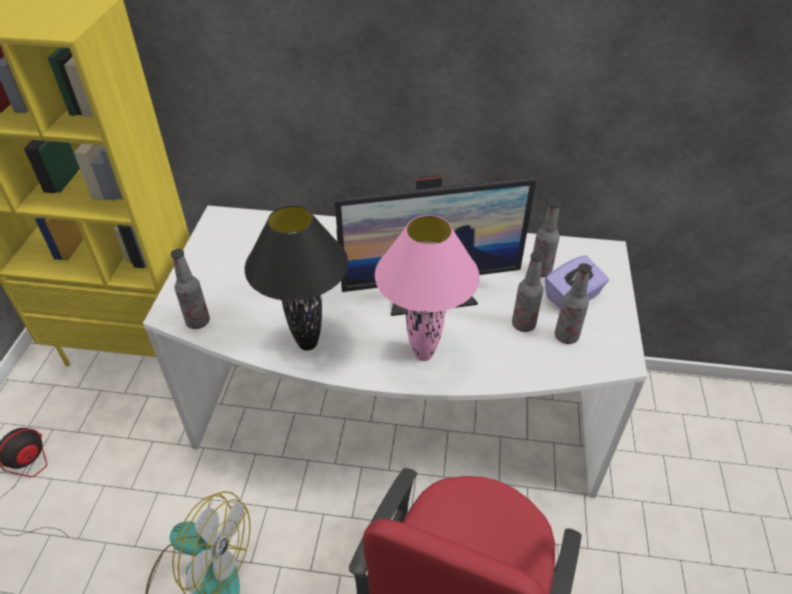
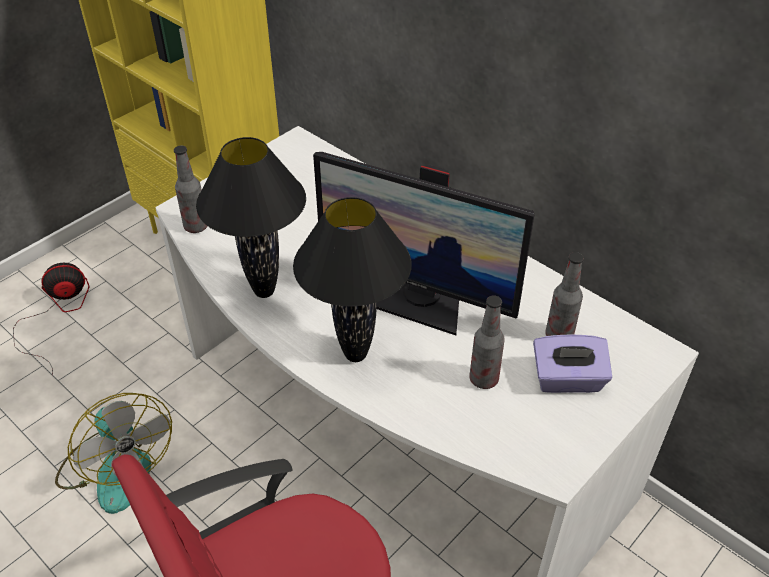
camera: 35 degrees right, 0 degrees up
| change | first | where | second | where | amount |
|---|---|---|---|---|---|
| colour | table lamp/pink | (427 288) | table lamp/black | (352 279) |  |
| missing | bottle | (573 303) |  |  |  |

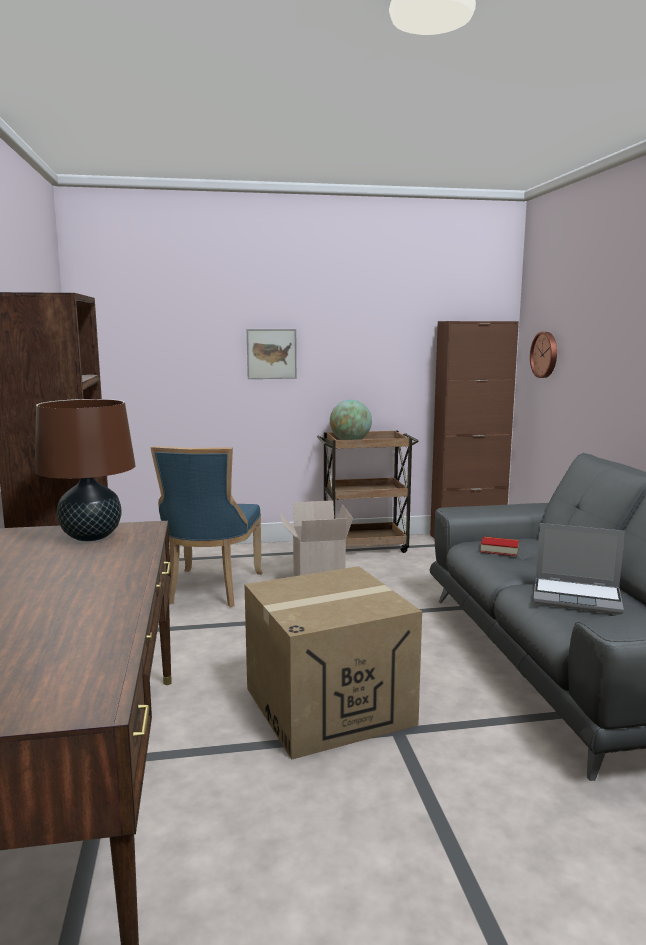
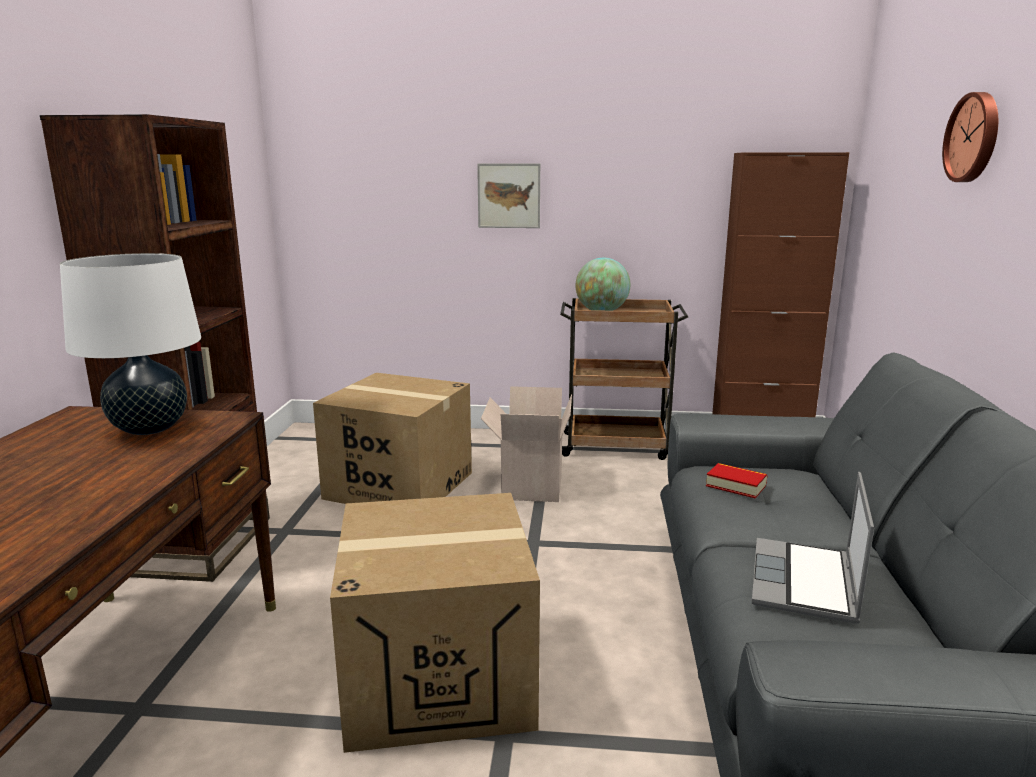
camera: 15 degrees right, 5 degrees up
| change | first | where | second | where | amount |
|---|---|---|---|---|---|
| colour | table lamp/brown | (85 470) | table lamp/white | (130 344) |  |
| exchanged | chair/blue | (207 526) | cardboard box | (392 438) |  |
| relocated | wall clock | (543 355) |  | (970 137) |  |
| spun | laptop | (579 569) |  | (813 548) | 75 degrees clockwise |

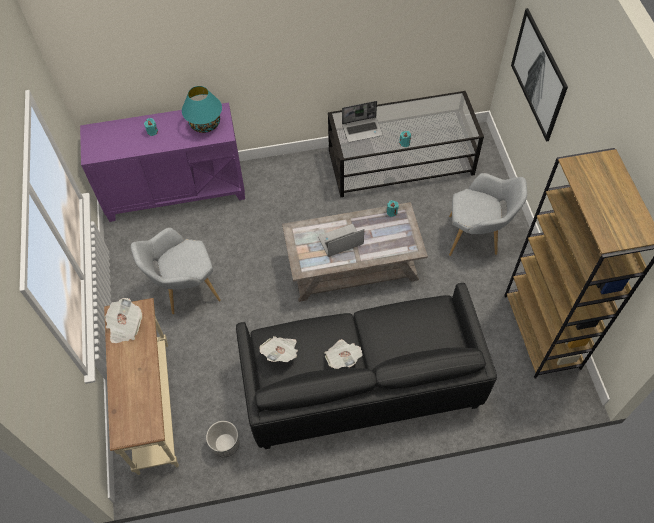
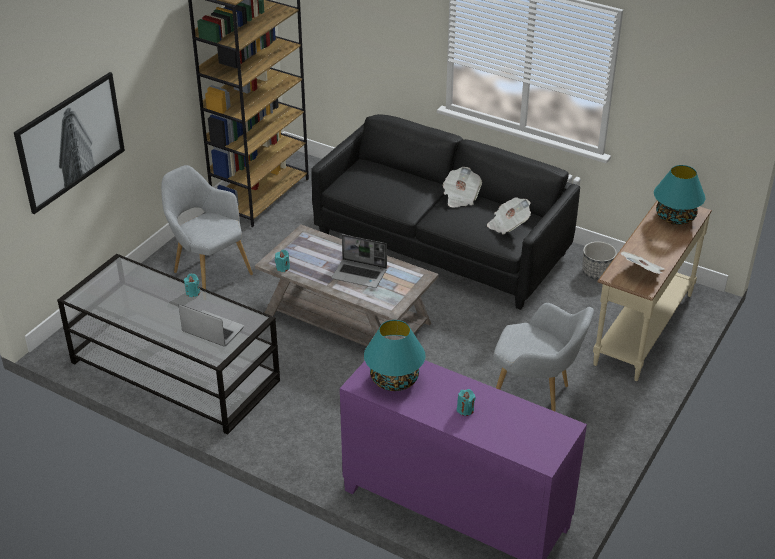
camera: 140 degrees left, 20 degrees down
| change | first | where | second | where | amount |
|---|---|---|---|---|---|
| appeared |  |  | table lamp/turquoise | (679 195) |  |

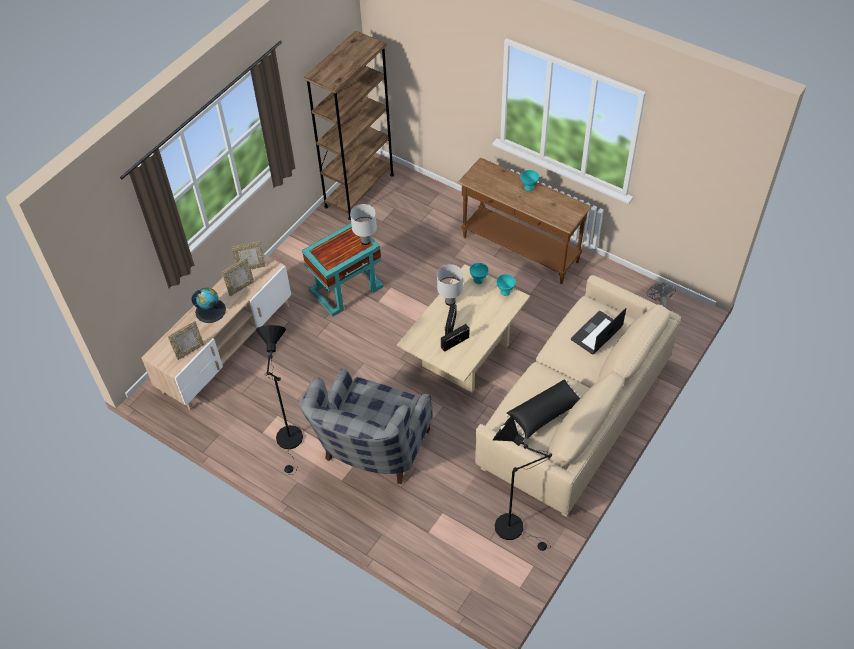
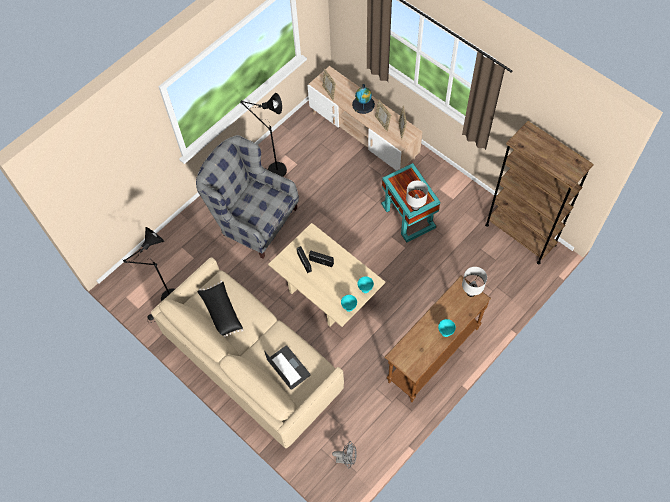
camera: 100 degrees right, 10 degrees up
| change | first | where | second | where | amount |
|---|---|---|---|---|---|
| relocated | table lamp/white | (450 285) |  | (474 282) |  |

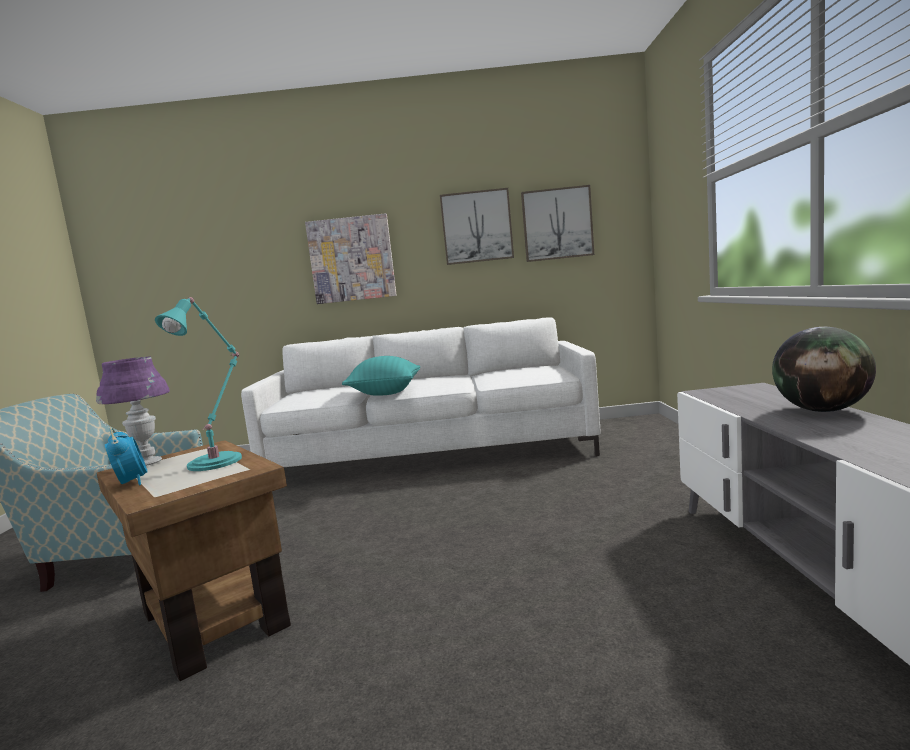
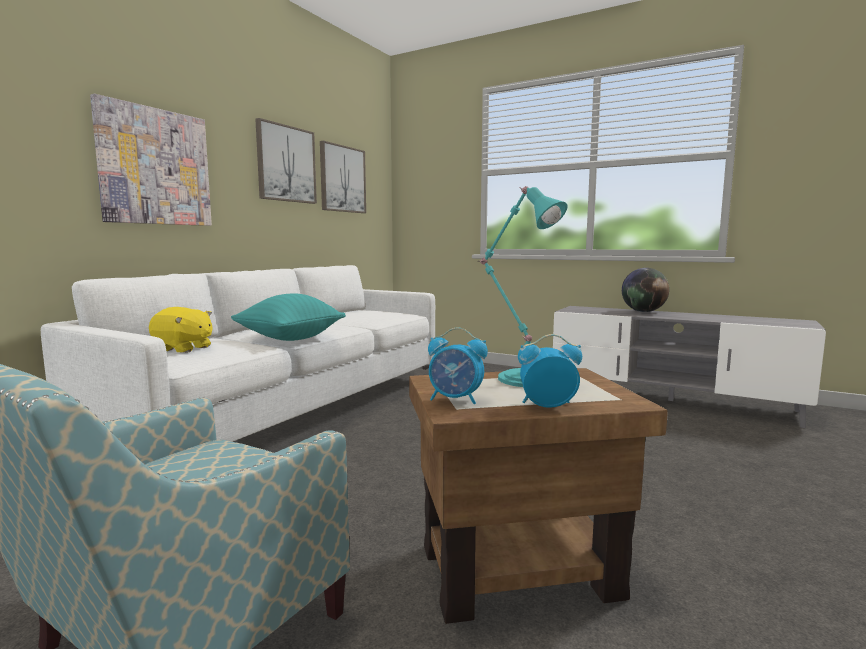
camera: 60 degrees left, 0 degrees up
| change | first | where | second | where | amount |
|---|---|---|---|---|---|
| exchanged | table lamp/purple | (133 411) | alarm clock | (458 366) |  |
| appeared |  |  | plush toy/yellow | (181 330) |  |

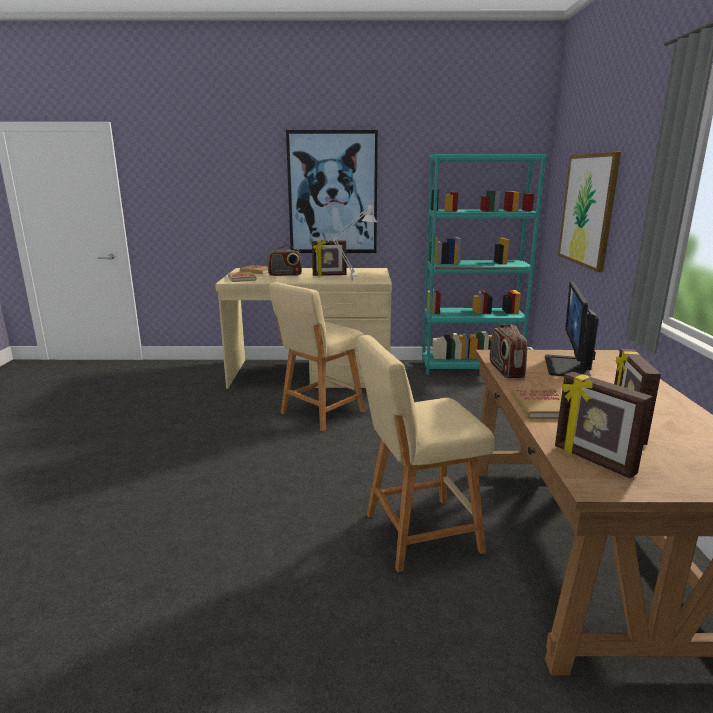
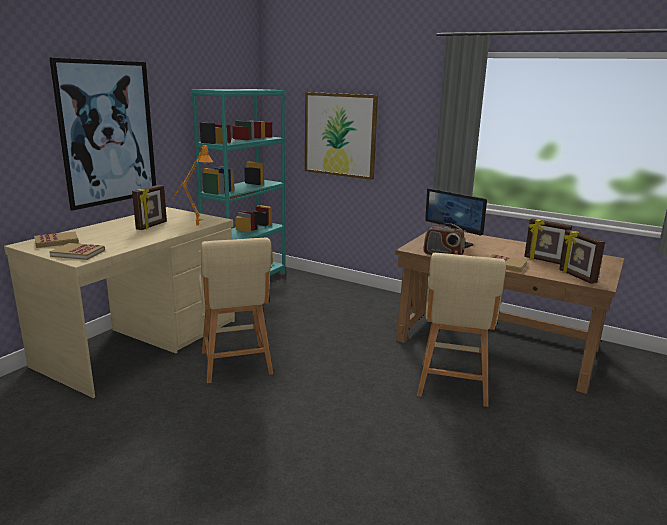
camera: 60 degrees left, 0 degrees up
| change | first | where | second | where | amount |
|---|---|---|---|---|---|
| missing | radio | (285 260) |  |  |  |
| colour | table lamp/grey | (347 243) | table lamp/orange | (193 185) |  |
| spun | picture frame | (604 424) |  | (582 257) | 75 degrees clockwise |

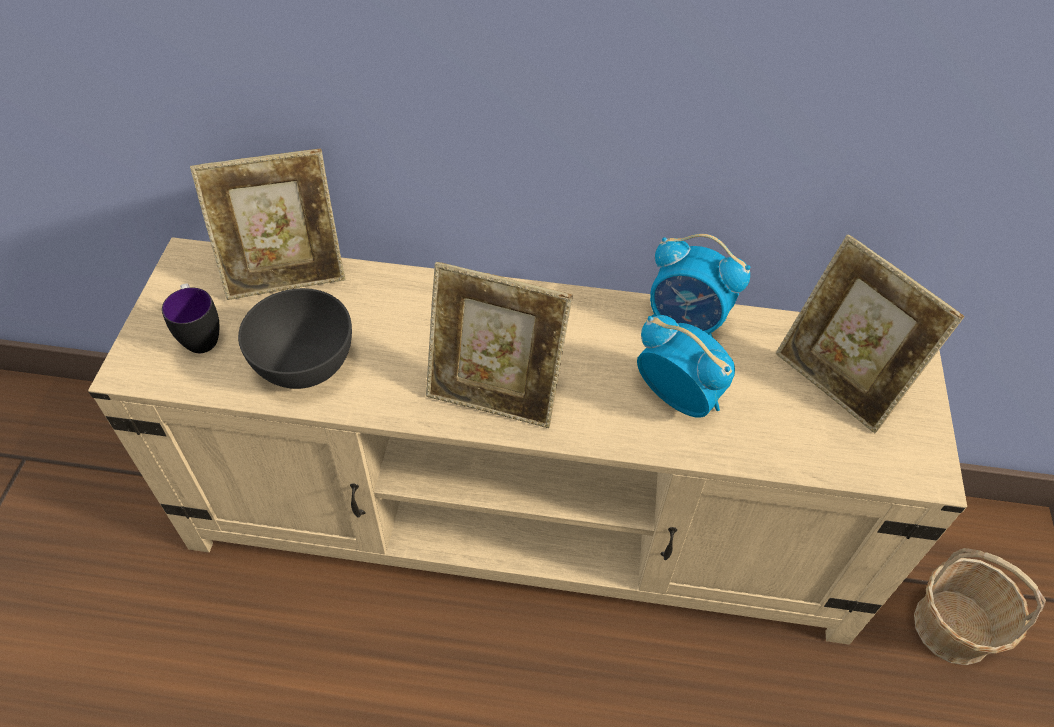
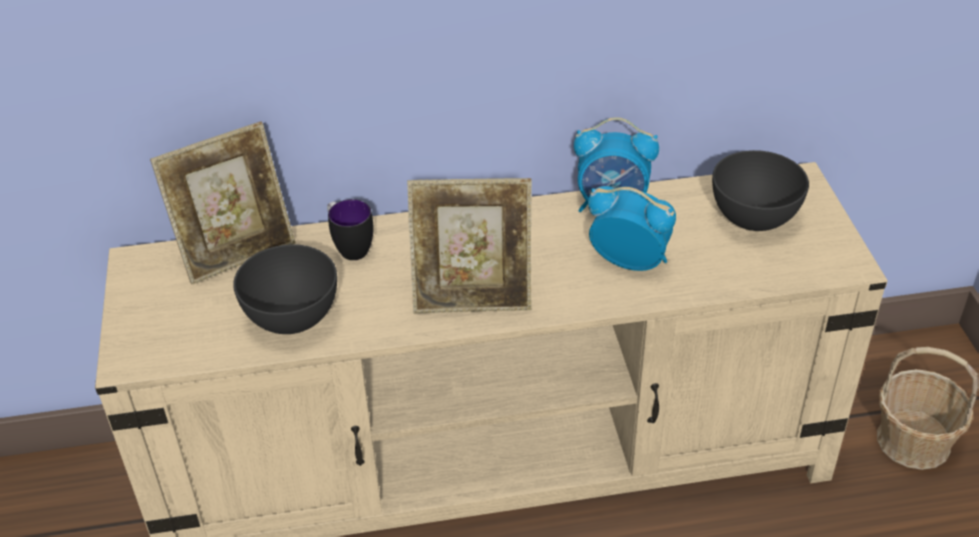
camera: 15 degrees left, 10 degrees down
| change | first | where | second | where | amount |
|---|---|---|---|---|---|
| relocated | mug | (190 318) |  | (350 229) |  |
| exchanged | picture frame | (869 333) | bowl/grey | (760 190) |  |

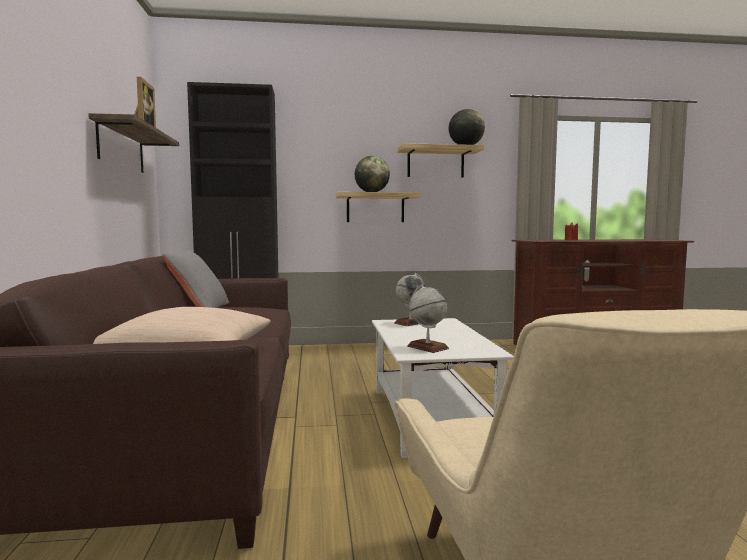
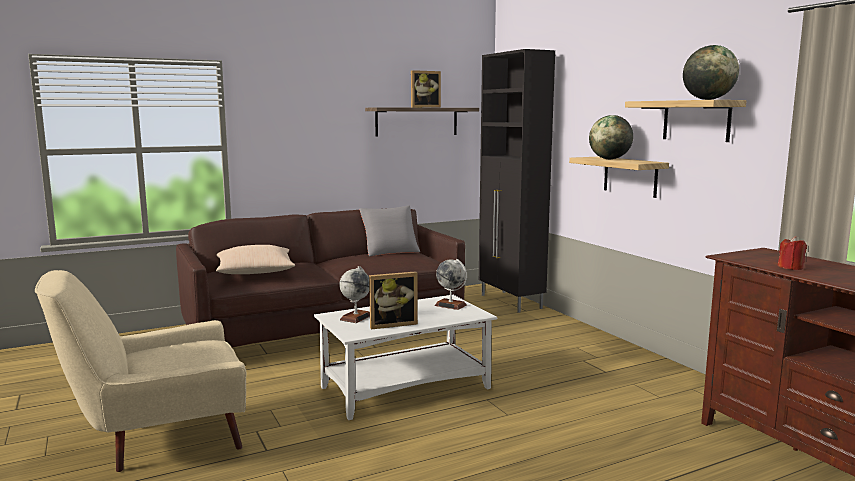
camera: 70 degrees right, 5 degrees up
| change | first | where | second | where | amount |
|---|---|---|---|---|---|
| appeared |  |  | picture frame | (393 300) |  |

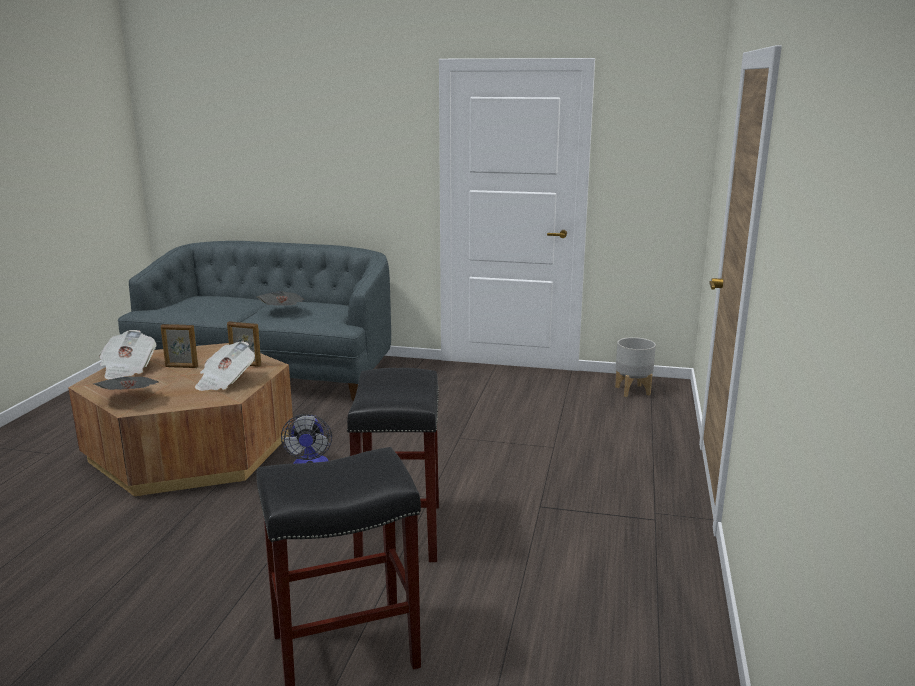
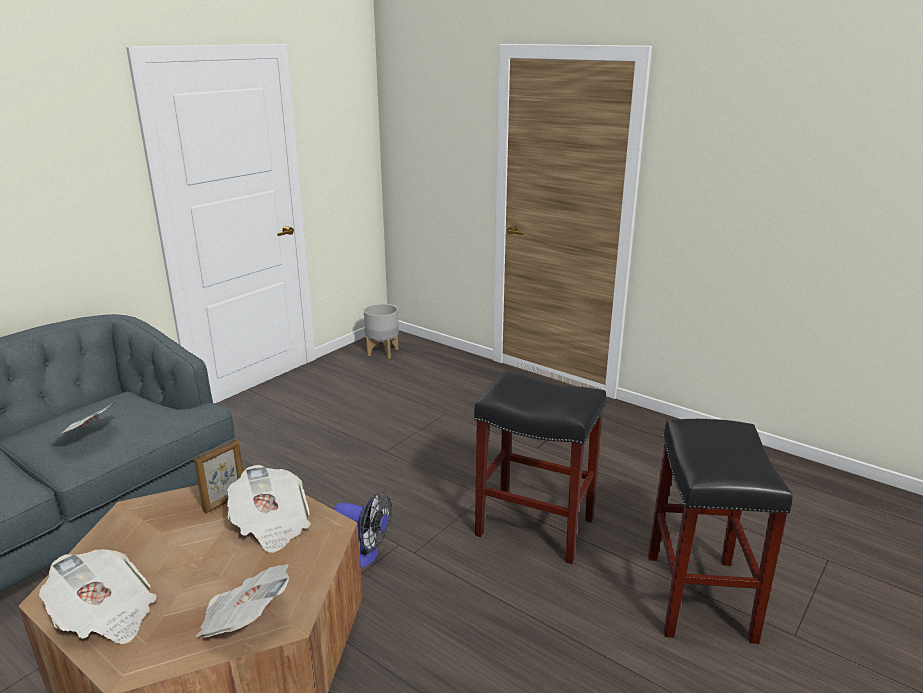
camera: 65 degrees left, 5 degrees up
| change | first | where | second | where | amount |
|---|---|---|---|---|---|
| missing | picture frame | (179 346) |  |  |  |

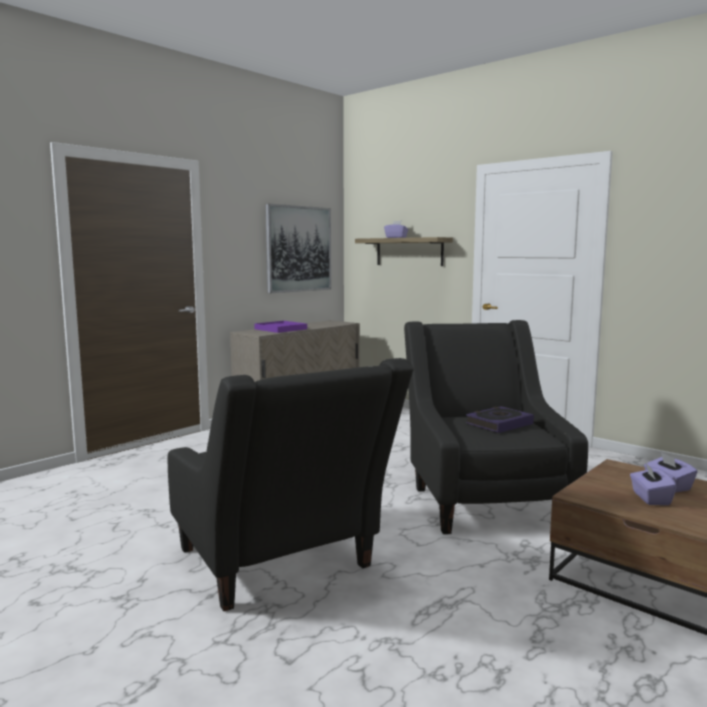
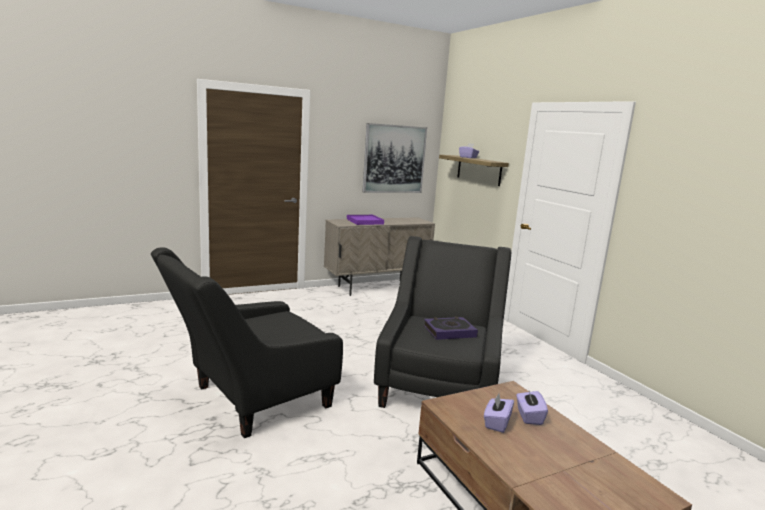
camera: 20 degrees right, 5 degrees up
| change | first | where | second | where | amount |
|---|---|---|---|---|---|
| spun | armchair/black | (290 484) |  | (247 342) | 60 degrees clockwise |

